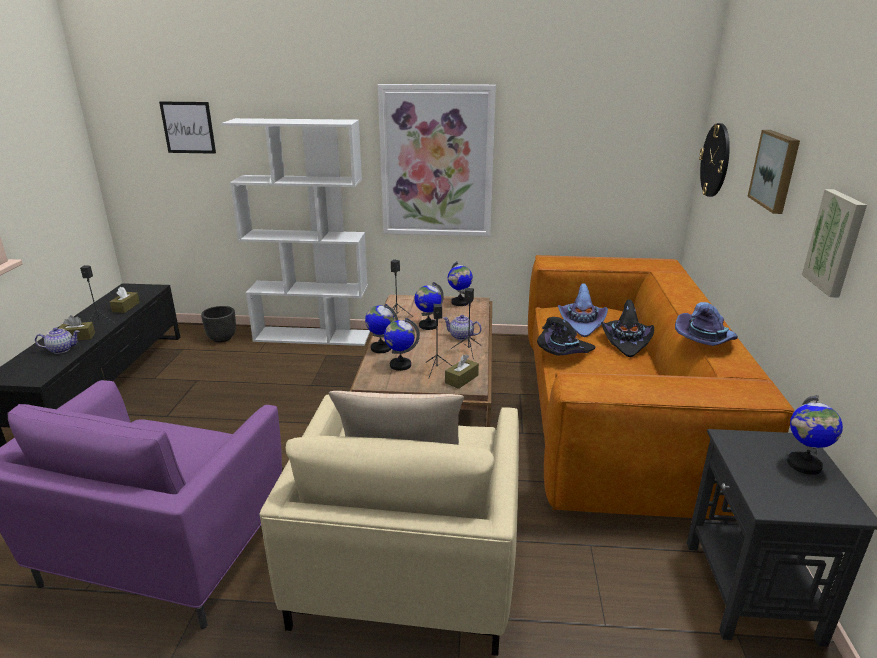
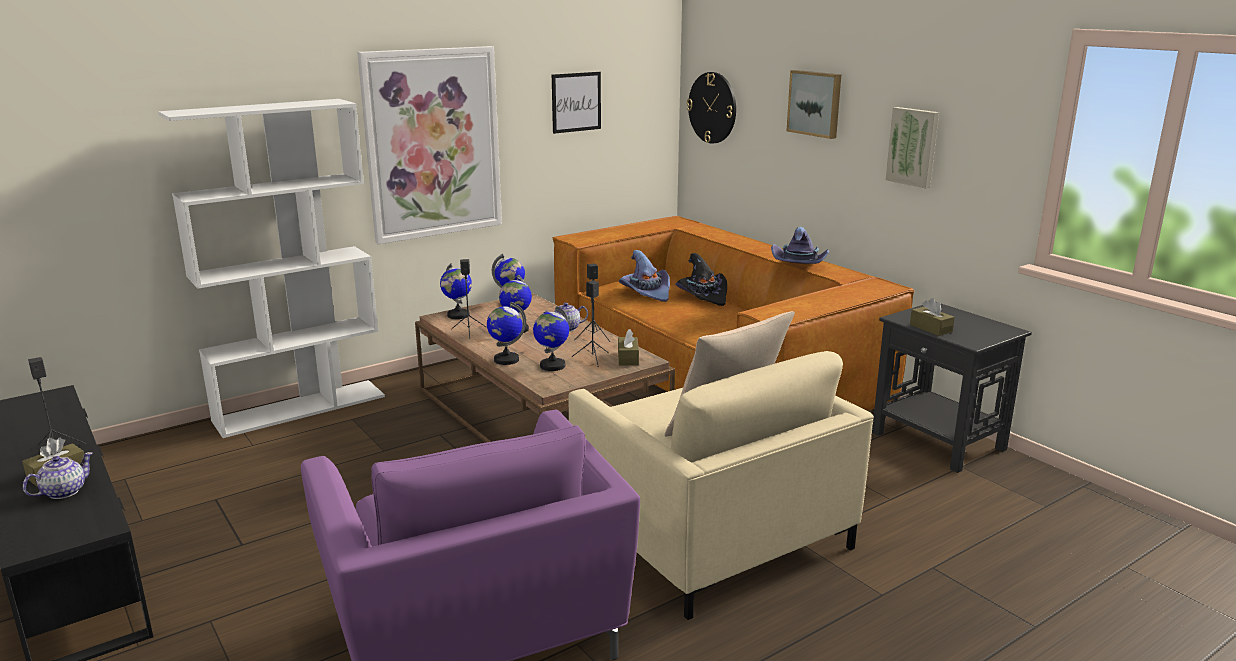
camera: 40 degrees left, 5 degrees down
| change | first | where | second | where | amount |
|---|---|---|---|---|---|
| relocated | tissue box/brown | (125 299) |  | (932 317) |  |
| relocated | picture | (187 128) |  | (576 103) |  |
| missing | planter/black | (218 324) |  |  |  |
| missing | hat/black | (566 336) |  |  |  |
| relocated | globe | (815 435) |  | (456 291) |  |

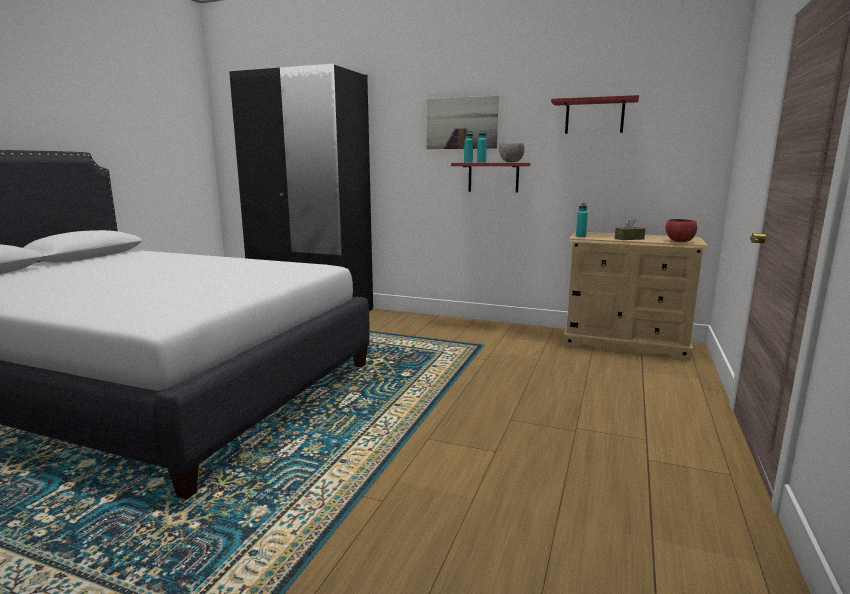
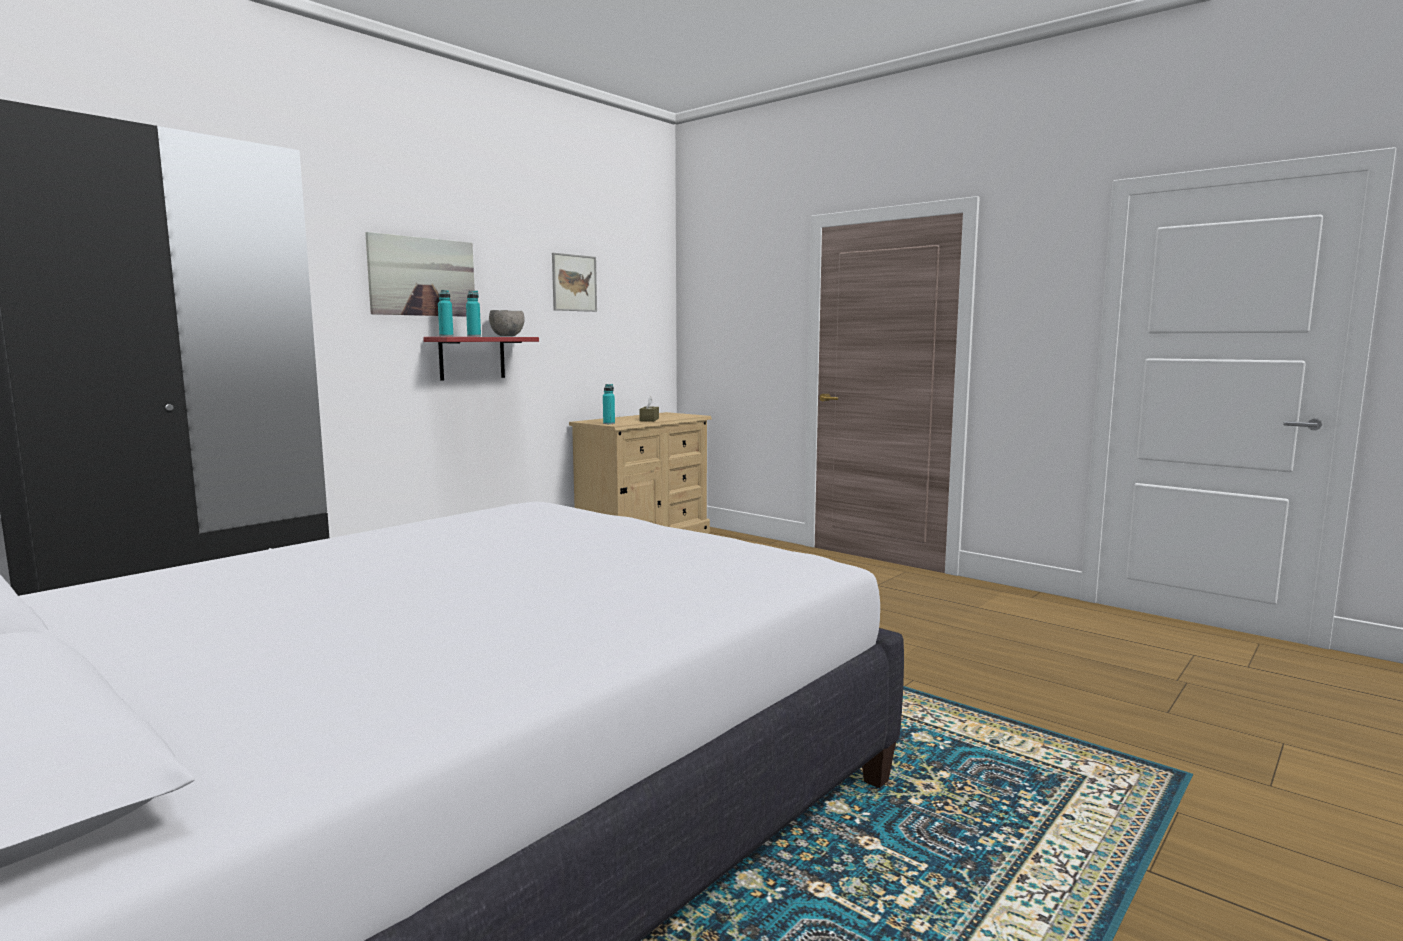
camera: 70 degrees left, 5 degrees down
| change | first | where | second | where | amount |
|---|---|---|---|---|---|
| exchanged | shelf/red | (595 114) | picture | (574 282) |  |
| missing | bowl/red | (681 230) |  |  |  |

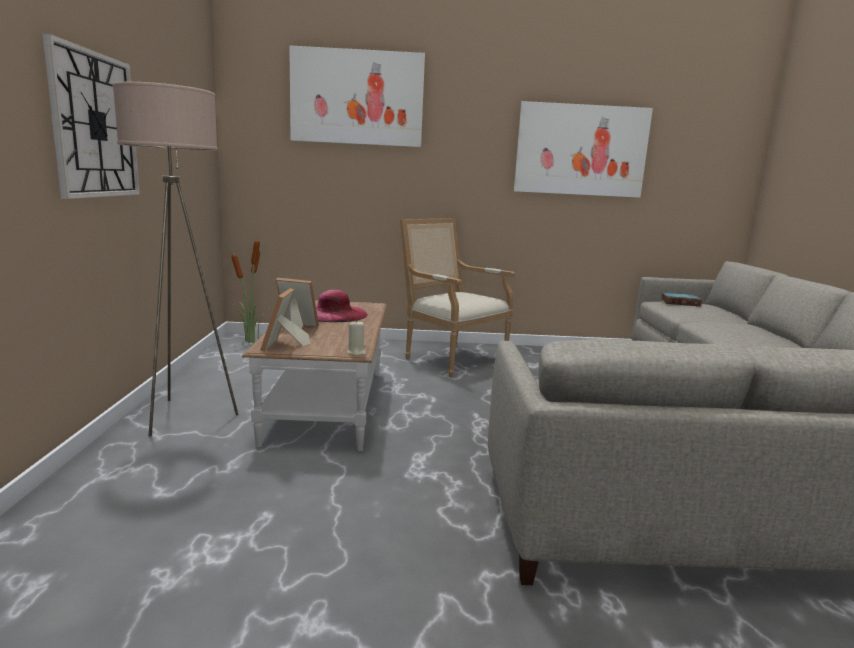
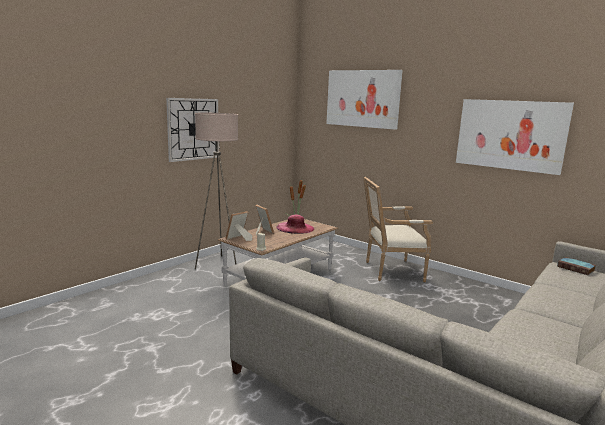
camera: 40 degrees right, 0 degrees up
| change | first | where | second | where | amount |
|---|---|---|---|---|---|
| spun | armchair | (457 297) |  | (398 230) | 90 degrees counterclockwise |

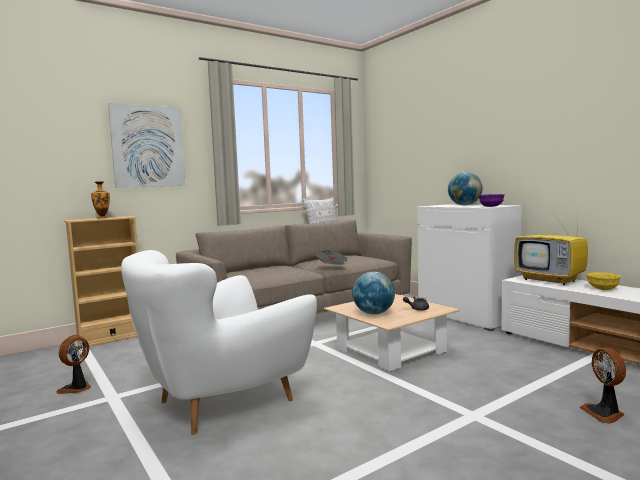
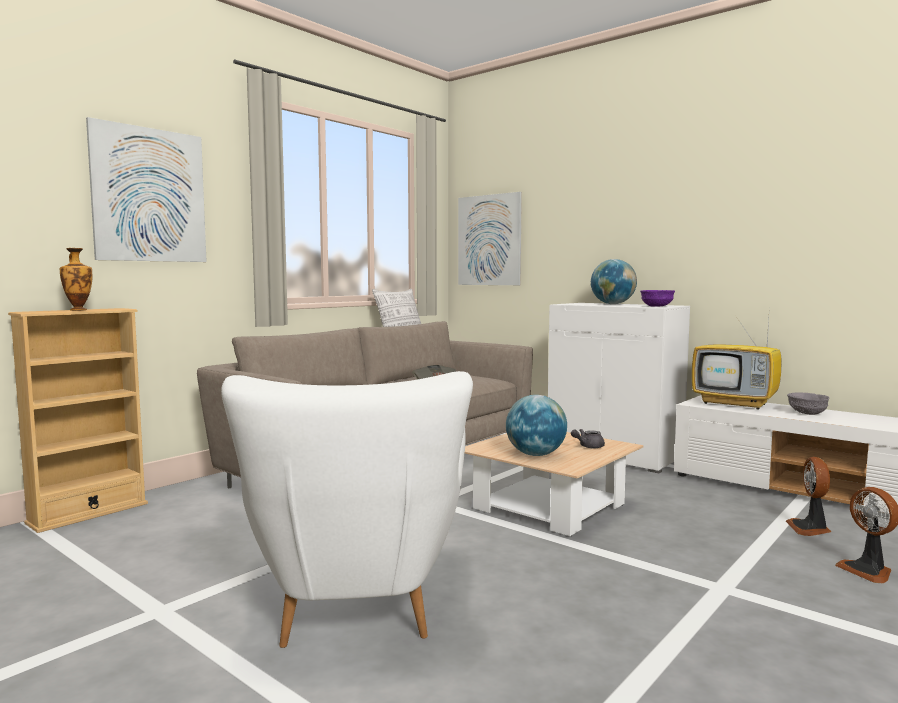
camera: 15 degrees left, 0 degrees up
| change | first | where | second | where | amount |
|---|---|---|---|---|---|
| relocated | fan | (73 364) |  | (808 496) |  |
| spun | armchair/white | (219 342) |  | (347 509) | 45 degrees counterclockwise |
| colour | bowl/yellow | (603 281) | bowl/grey | (808 404) |  |
| appeared |  |  | picture | (490 238) |  |

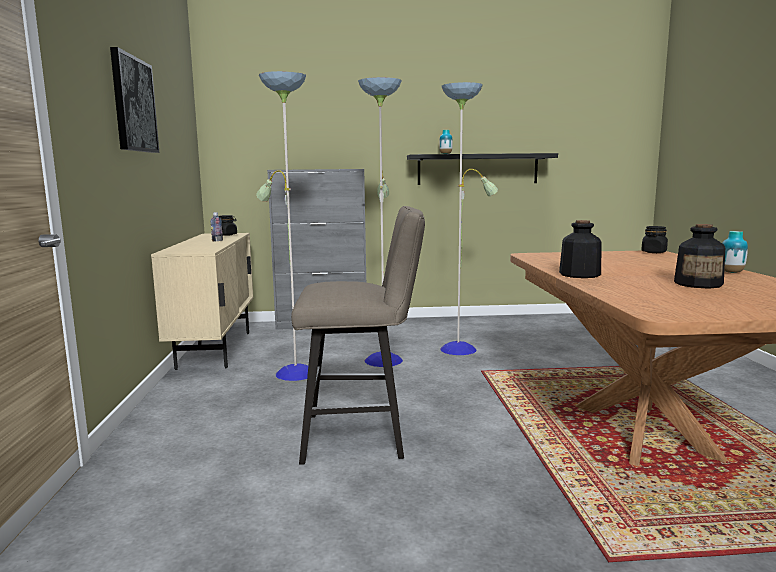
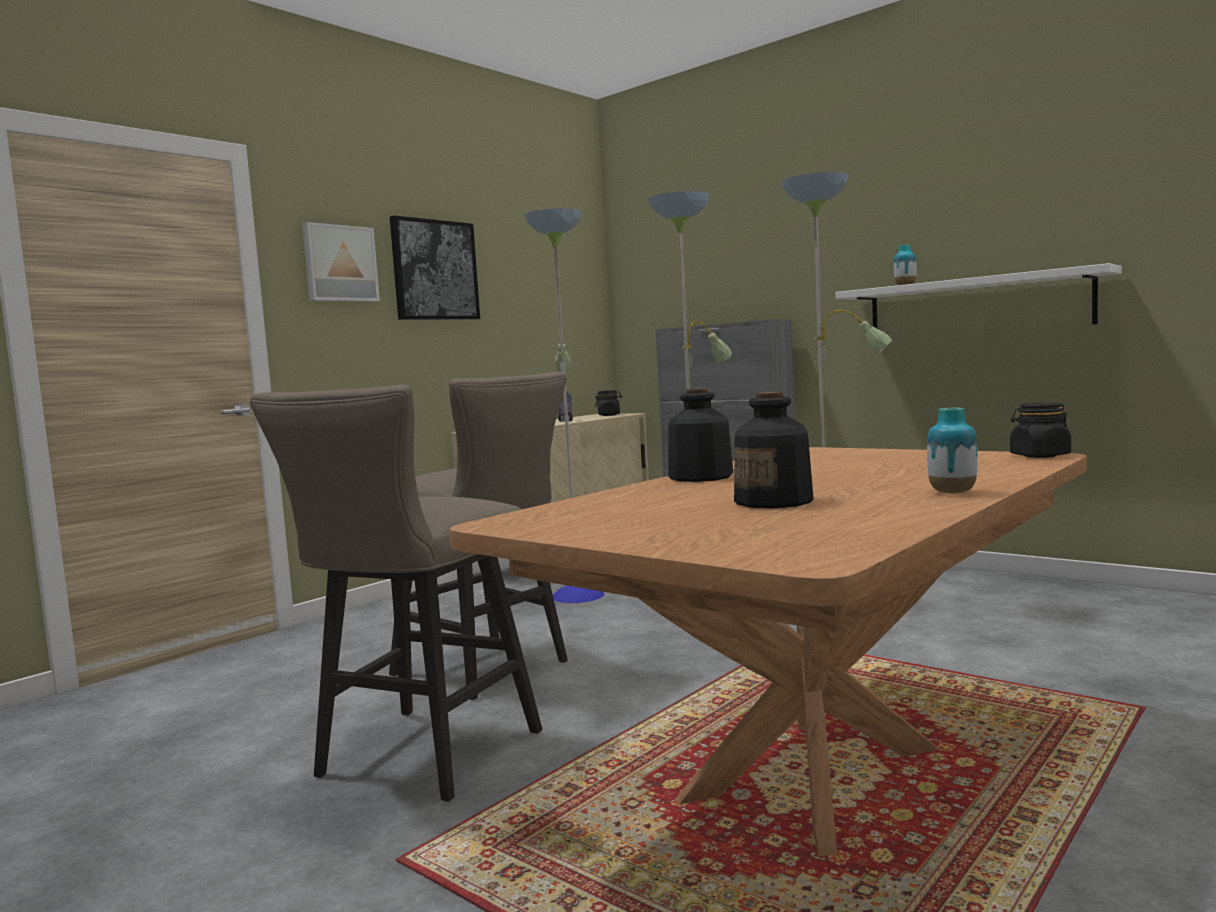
camera: 45 degrees right, 5 degrees down
| change | first | where | second | where | amount |
|---|---|---|---|---|---|
| colour | shelf/black | (482 169) | shelf/white | (979 295) |  |
| appeared |  |  | stool/beige | (396 593) |  |
| appeared |  |  | picture | (341 262) |  |

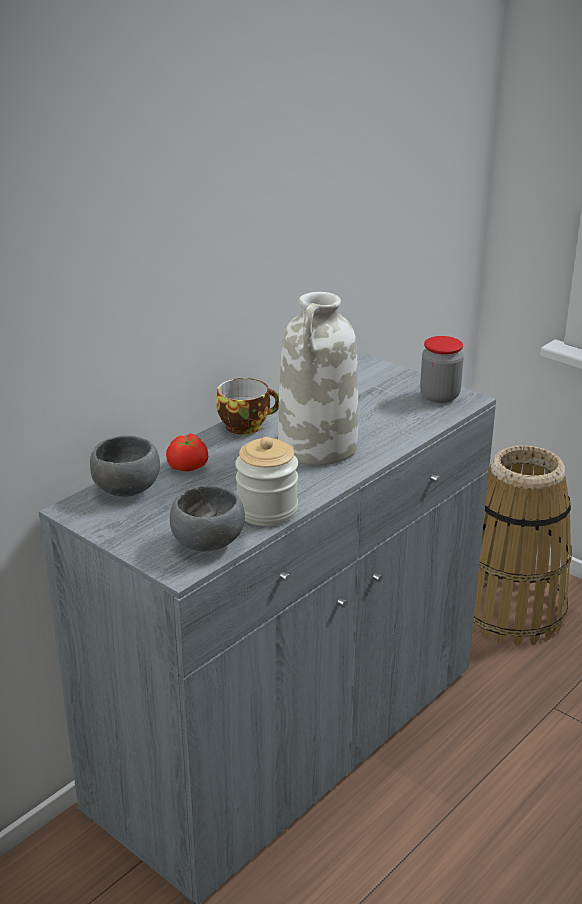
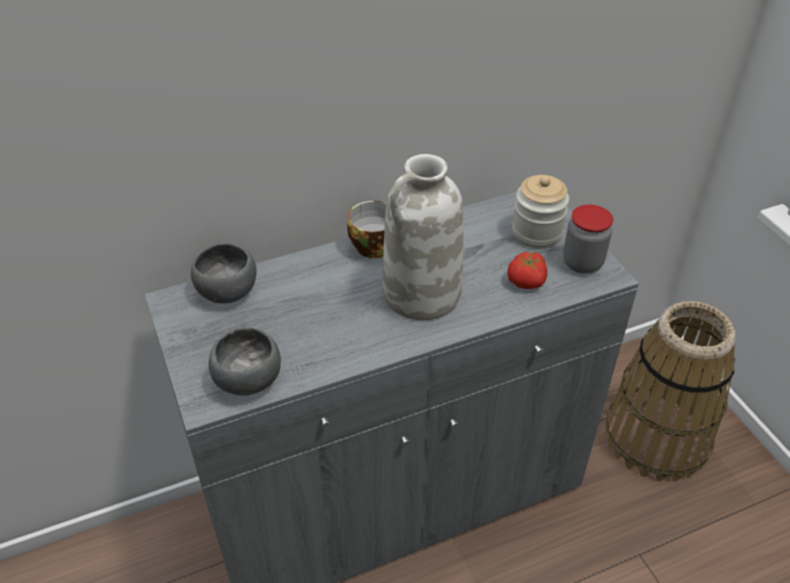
camera: 25 degrees right, 15 degrees up
| change | first | where | second | where | amount |
|---|---|---|---|---|---|
| relocated | tomato | (187 453) |  | (527 270) |  |
| relocated | jar | (266 481) |  | (540 211) |  |

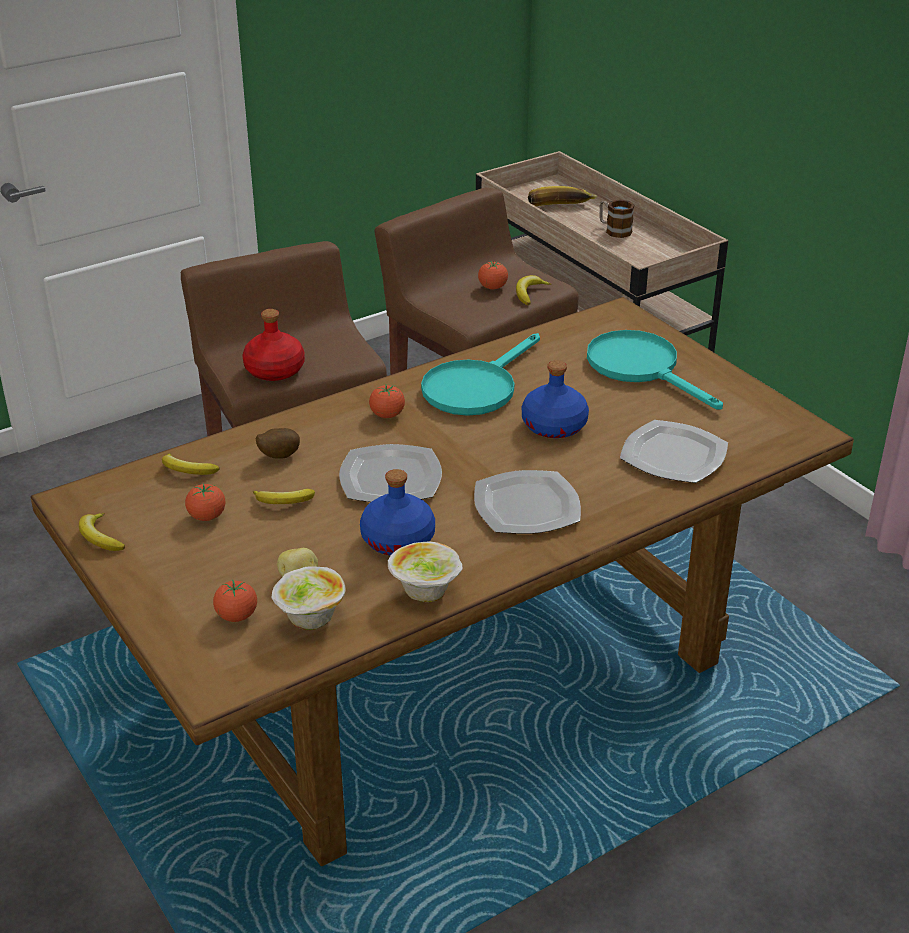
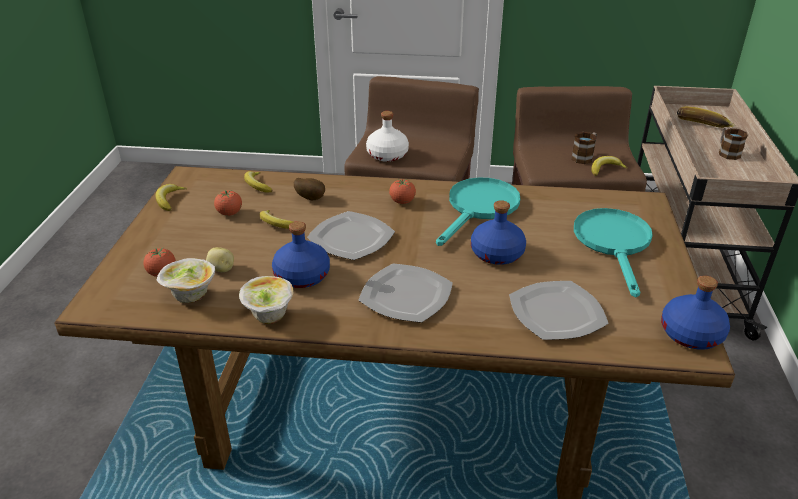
camera: 40 degrees right, 0 degrees up
| change | first | where | second | where | amount |
|---|---|---|---|---|---|
| colour | bottle/red | (273 345) | bottle/white | (387 136) |  |
| spun | frying pan/turquoise | (480 374) |  | (478 211) | 135 degrees clockwise |
| exchanged | tomato | (493 275) | mug | (584 148) |  |
| appeared |  |  | bottle/blue | (695 313) |  |

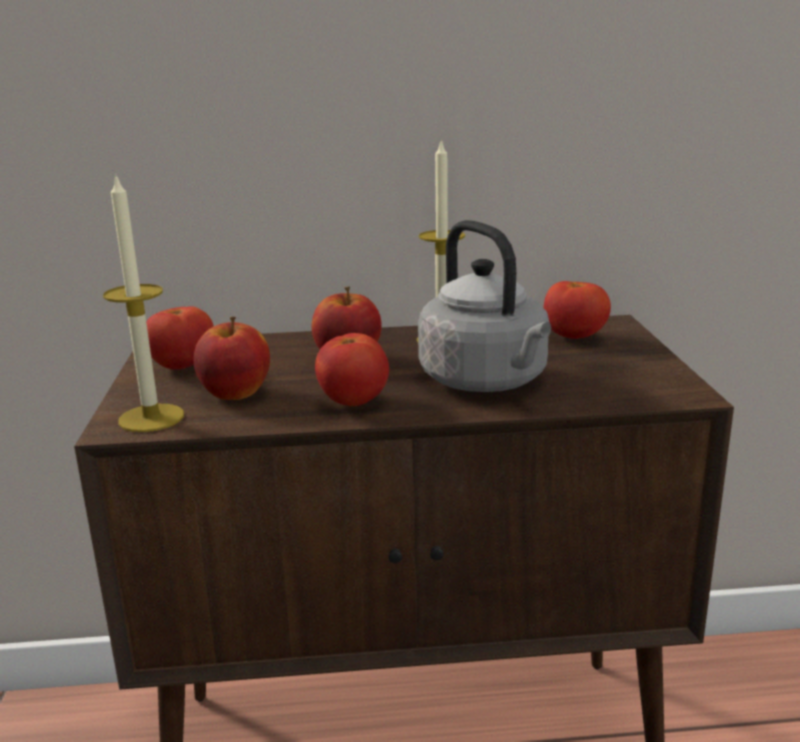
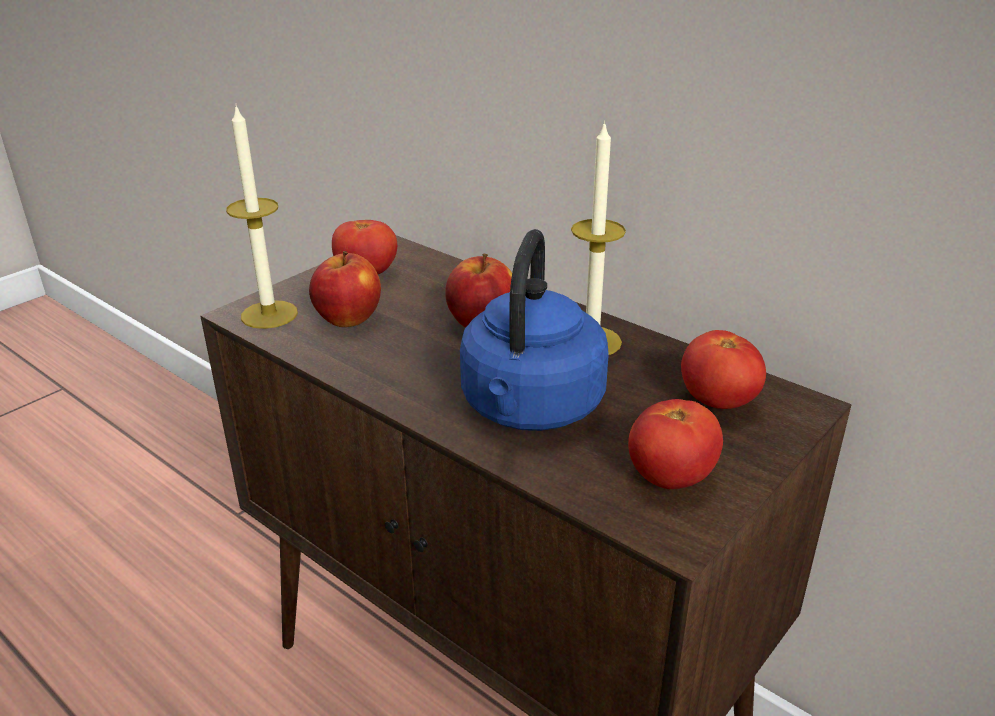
camera: 45 degrees right, 10 degrees up
| change | first | where | second | where | amount |
|---|---|---|---|---|---|
| relocated | tomato | (352 369) |  | (675 444) |  |
| colour | kettle/grey | (484 306) | kettle/blue | (534 330) |  |

